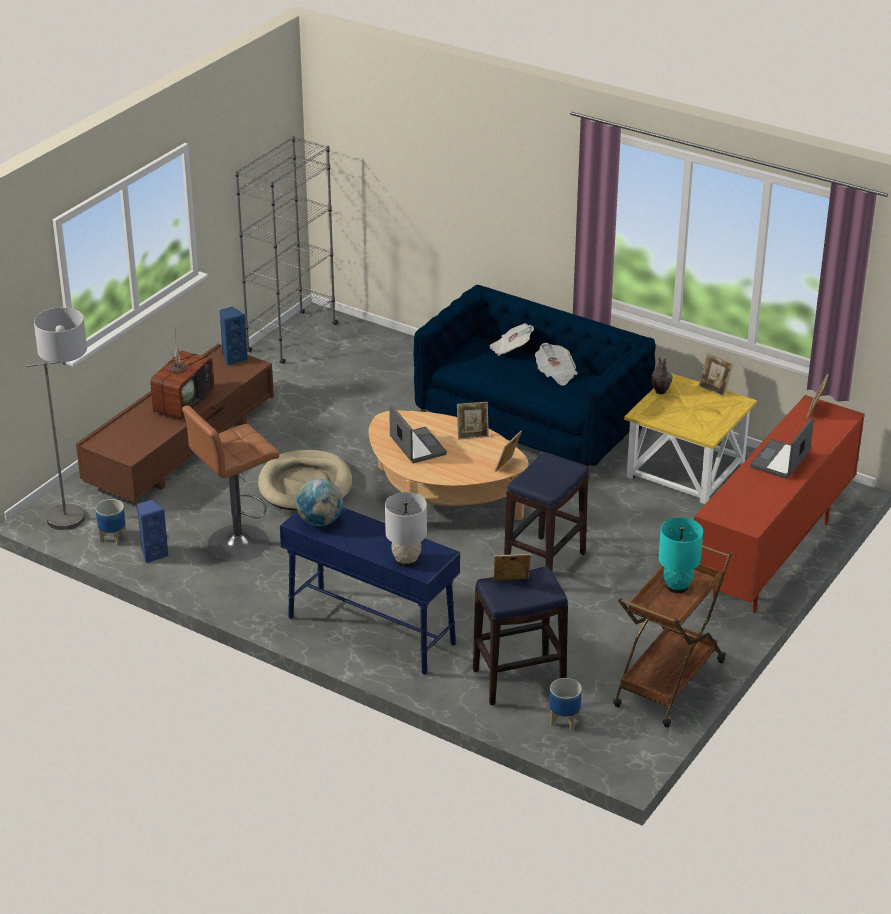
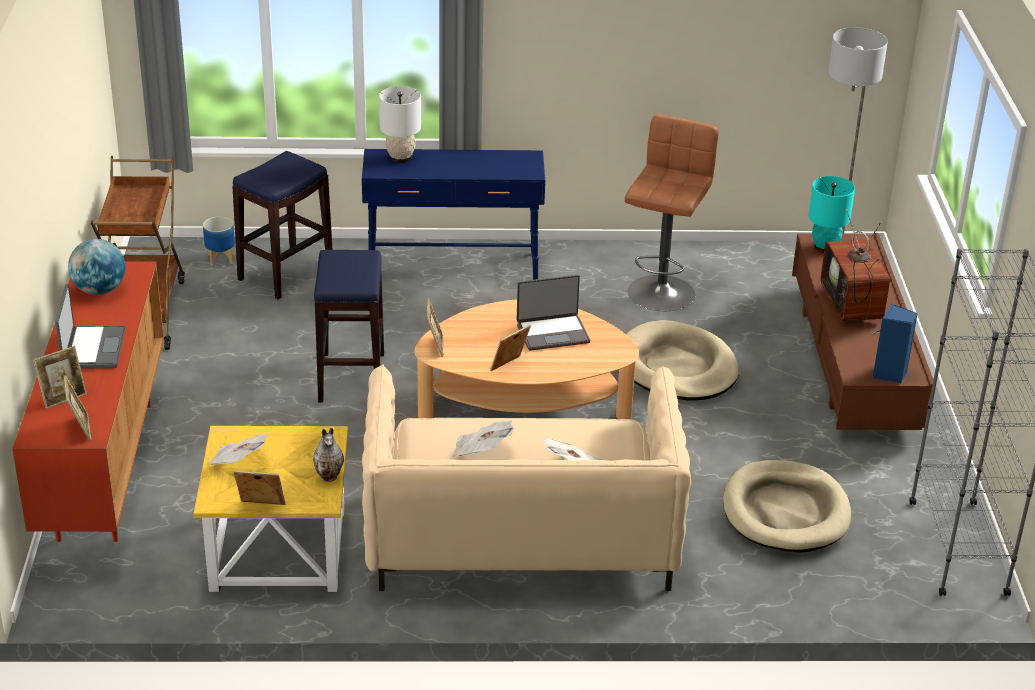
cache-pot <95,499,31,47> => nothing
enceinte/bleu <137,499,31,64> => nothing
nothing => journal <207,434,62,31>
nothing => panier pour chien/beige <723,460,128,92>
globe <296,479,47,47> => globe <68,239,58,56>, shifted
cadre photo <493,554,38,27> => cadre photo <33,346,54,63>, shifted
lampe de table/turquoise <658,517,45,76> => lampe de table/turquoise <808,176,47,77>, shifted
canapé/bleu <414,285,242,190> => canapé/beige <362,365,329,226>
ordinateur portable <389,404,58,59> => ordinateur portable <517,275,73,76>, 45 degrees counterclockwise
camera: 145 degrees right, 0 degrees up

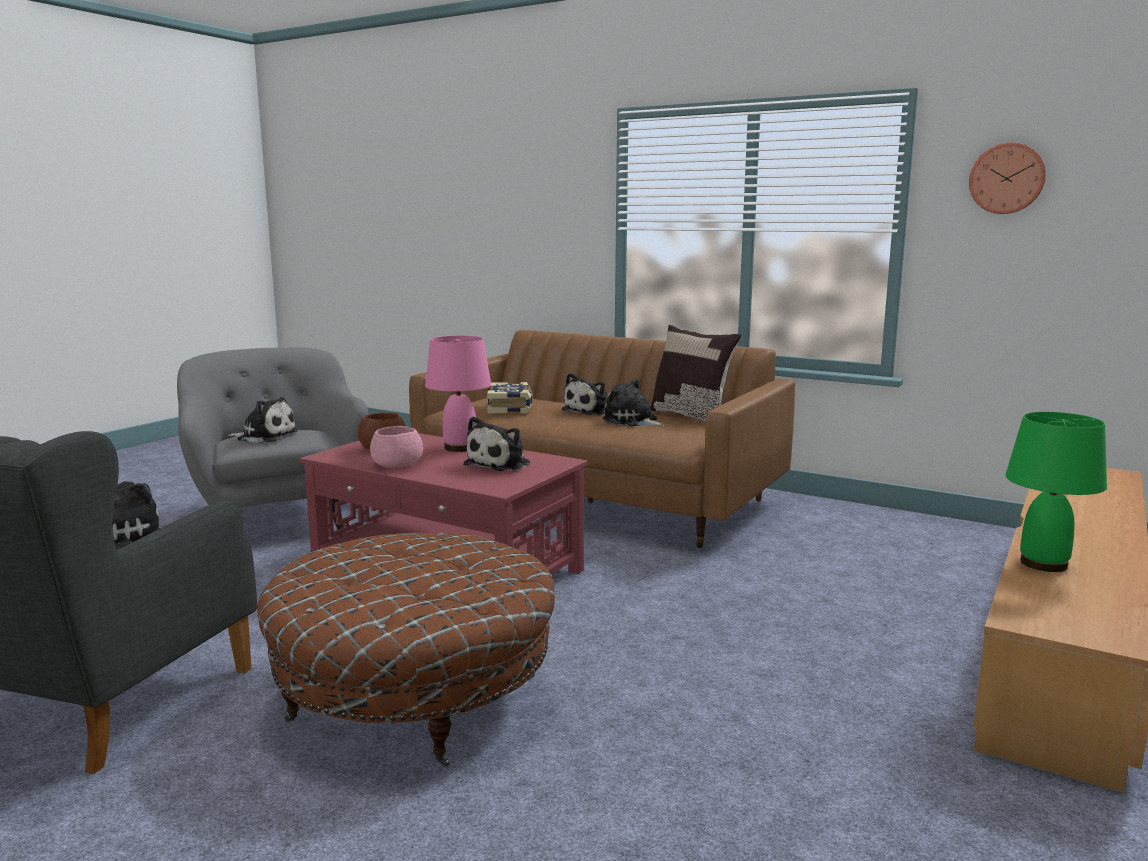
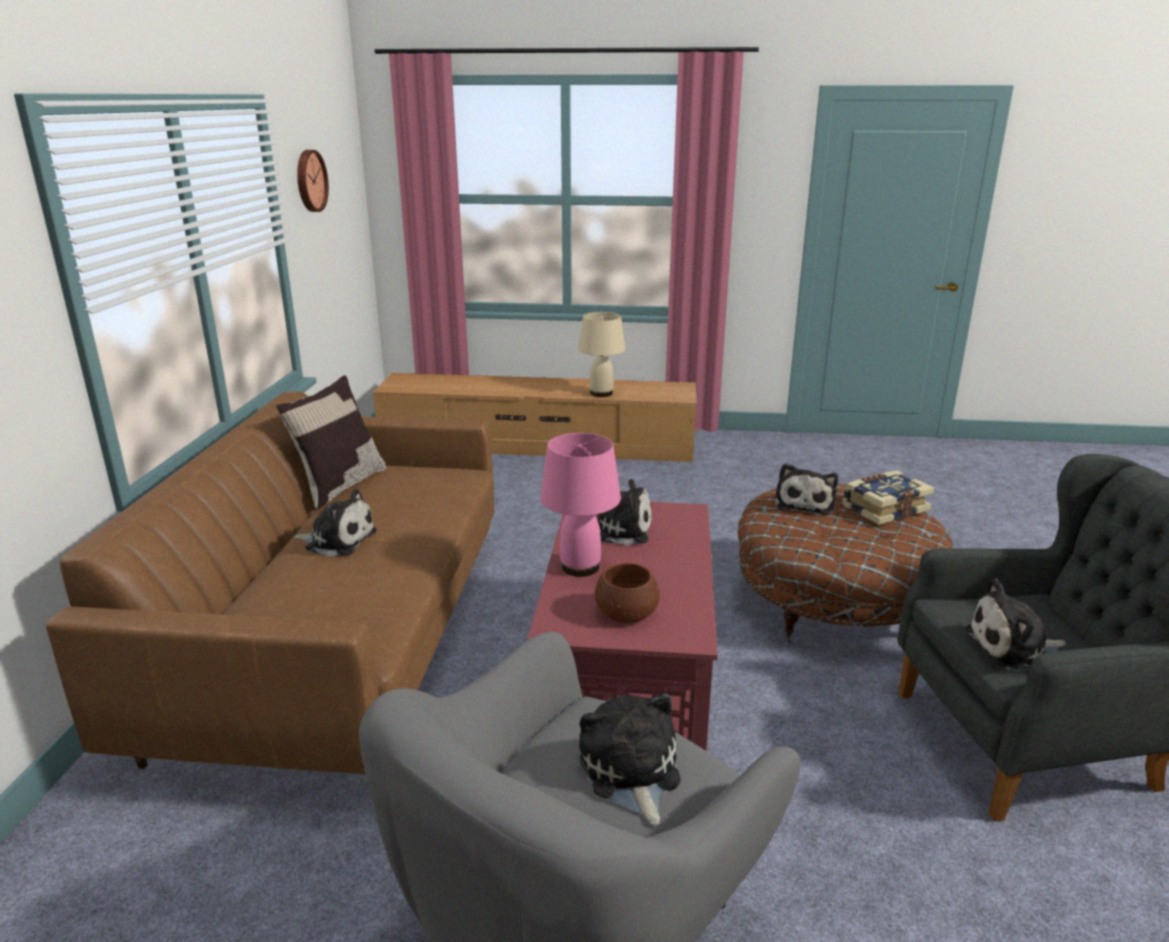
bol/rose <370,426,53,42> => nothing
livre <487,382,46,32> => livre <842,470,92,55>, shifted
peluche <602,378,64,48> => peluche <775,463,63,52>, shifted
lampe de table/vert <1005,412,102,160> => lampe de table/beige <578,312,47,85>
camera: 115 degrees left, 10 degrees up

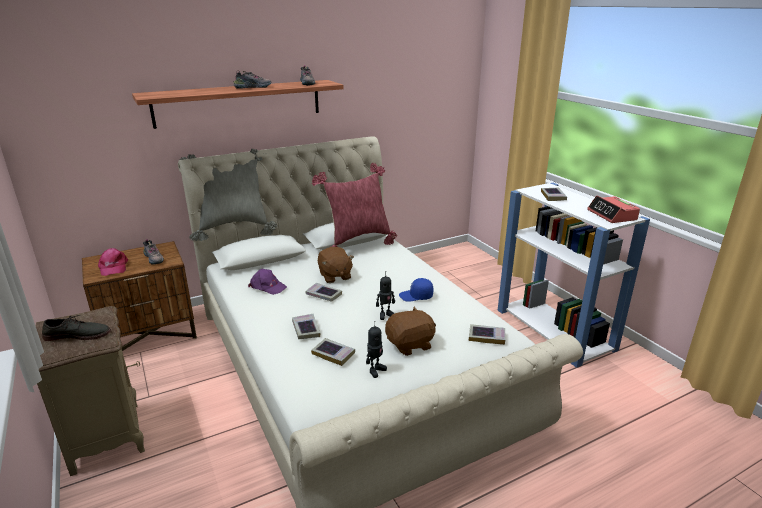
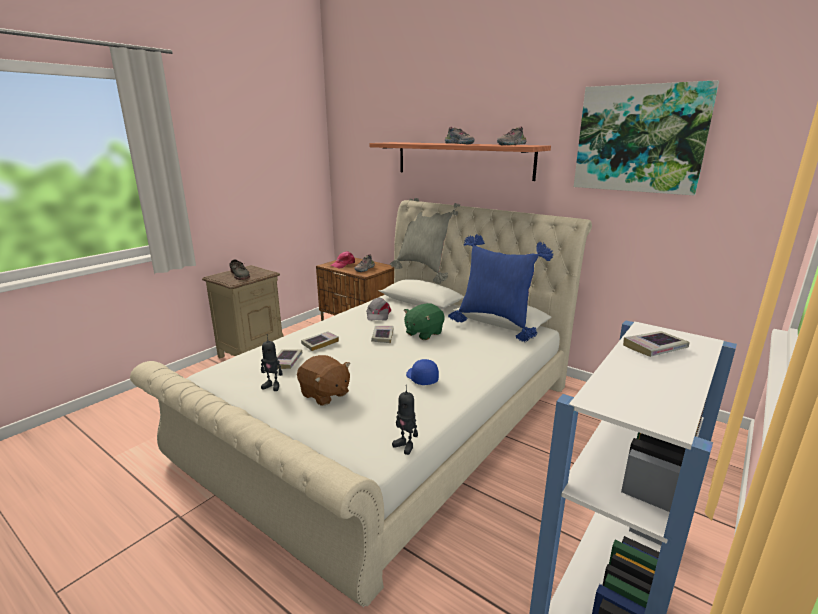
livre <469,324,37,21> => nothing
réveil <587,195,53,28> => nothing
nothing => tableau <574,80,145,115>
robot jouet <376,271,19,49> => robot jouet <392,385,26,70>, shifted
casquette/violet <248,269,39,26> => casquette/gris <366,298,26,23>
coussin/rouge <312,163,86,84> => coussin/bleu <448,235,105,108>
peluche/marron <318,247,36,36> => peluche/vert <404,303,41,37>
camera: 65 degrees right, 5 degrees down

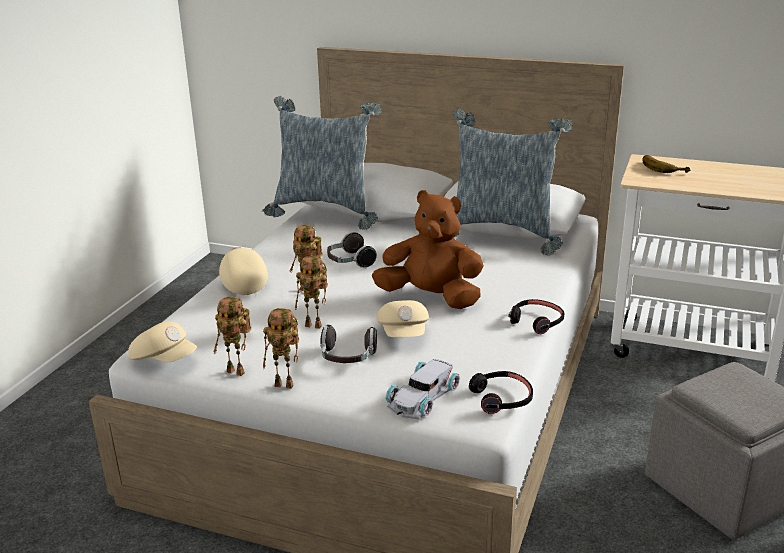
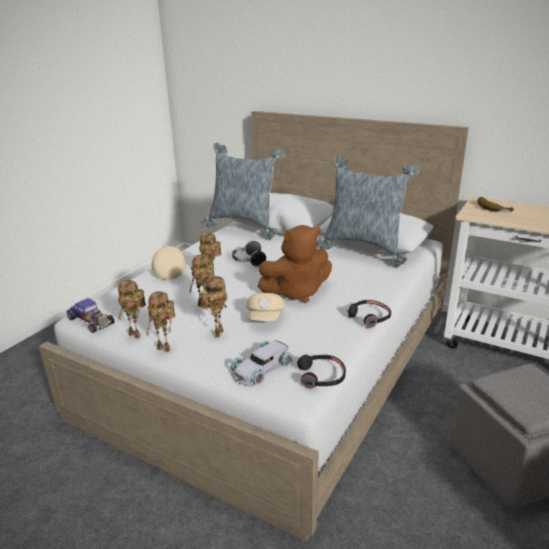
casquette/beige <128,321,69,41> => petite voiture <67,298,48,35>
casque audio <320,325,57,38> => robot jouet <200,276,27,62>
peluche/marron <372,190,112,119> => peluche/marron <258,225,74,78>, 135 degrees clockwise
camera: 10 degrees right, 0 degrees up

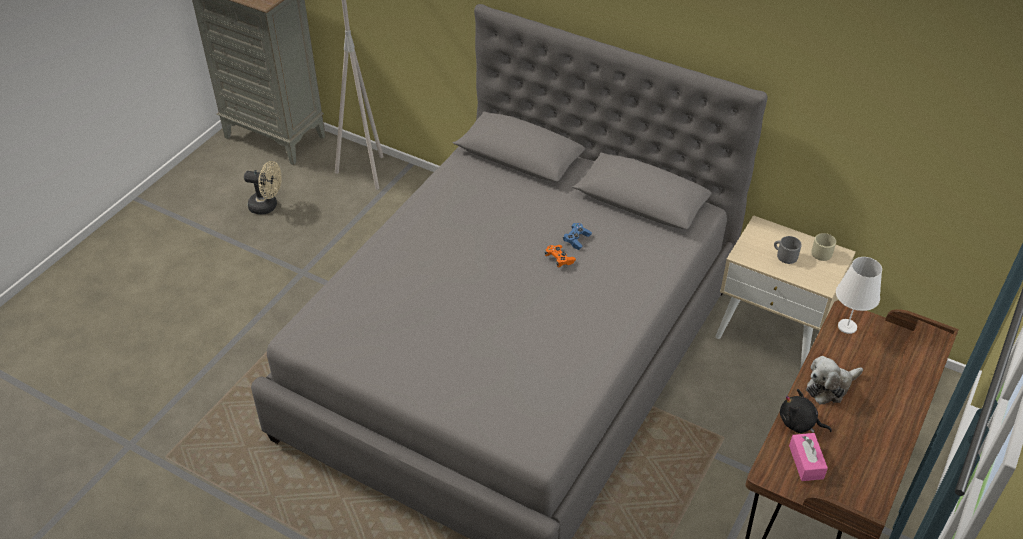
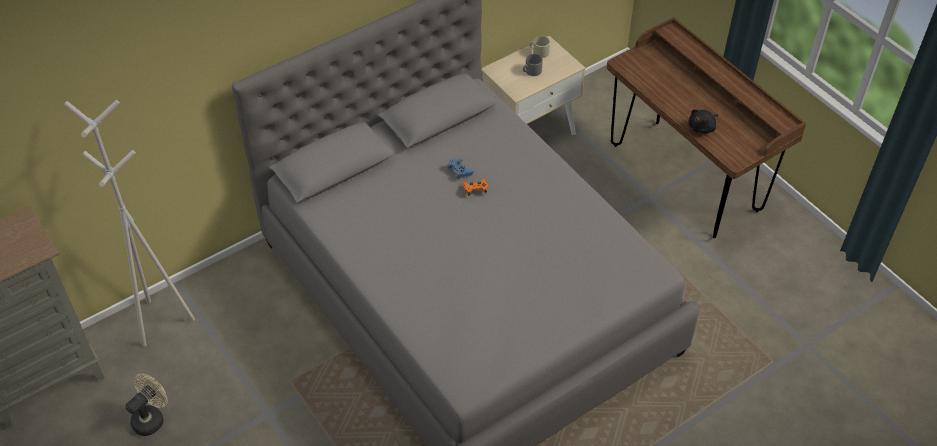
boîte à mouchoirs/rose <789,433,39,48> => nothing
peluche <806,356,57,48> => nothing
lampe de table/blanc <836,257,46,77> => nothing
camera: 65 degrees left, 5 degrees up

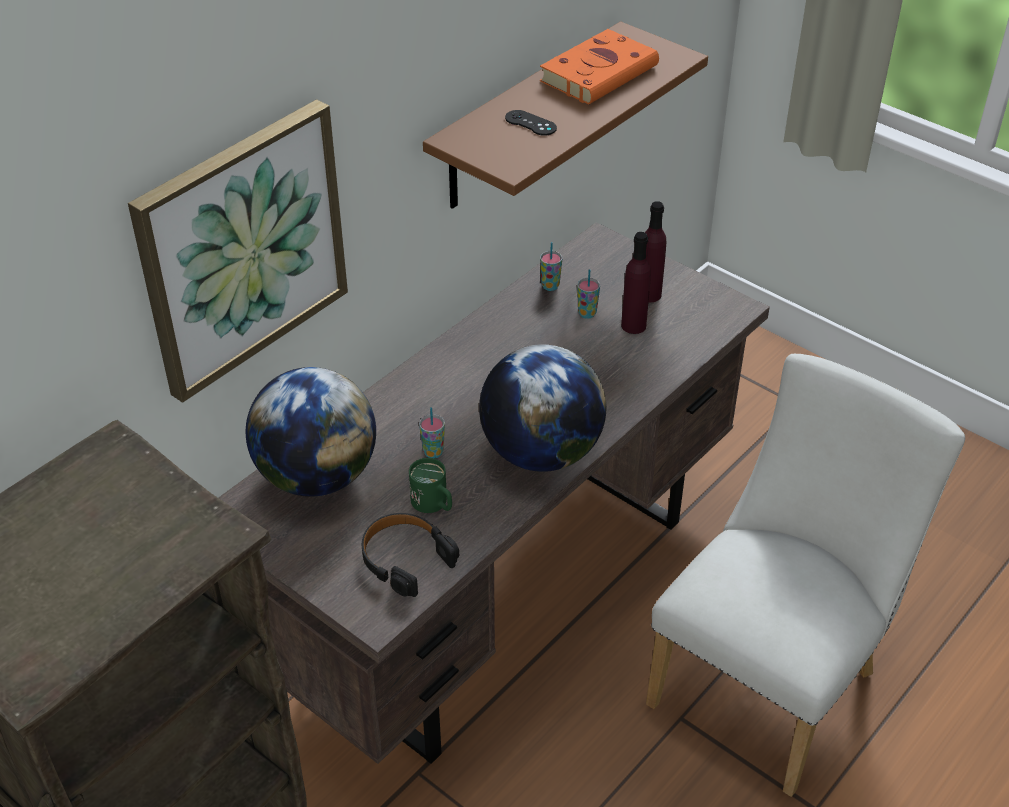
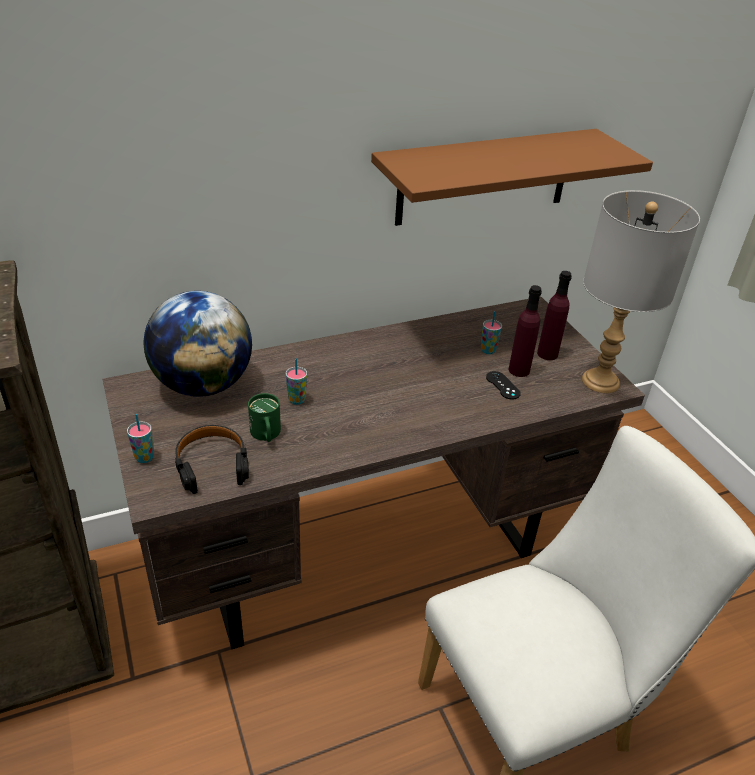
tableau <128,99,220,303> => nothing
globe <479,344,127,128> => nothing
livre/orange <540,29,119,76> => nothing
nothing => lampe de table/gris <582,190,118,203>
manette/noir <505,110,52,26> => manette/noir <486,371,35,28>, shifted
tasse <540,242,22,49> => tasse <127,414,27,49>, shifted
camera: 25 degrees right, 5 degrees down

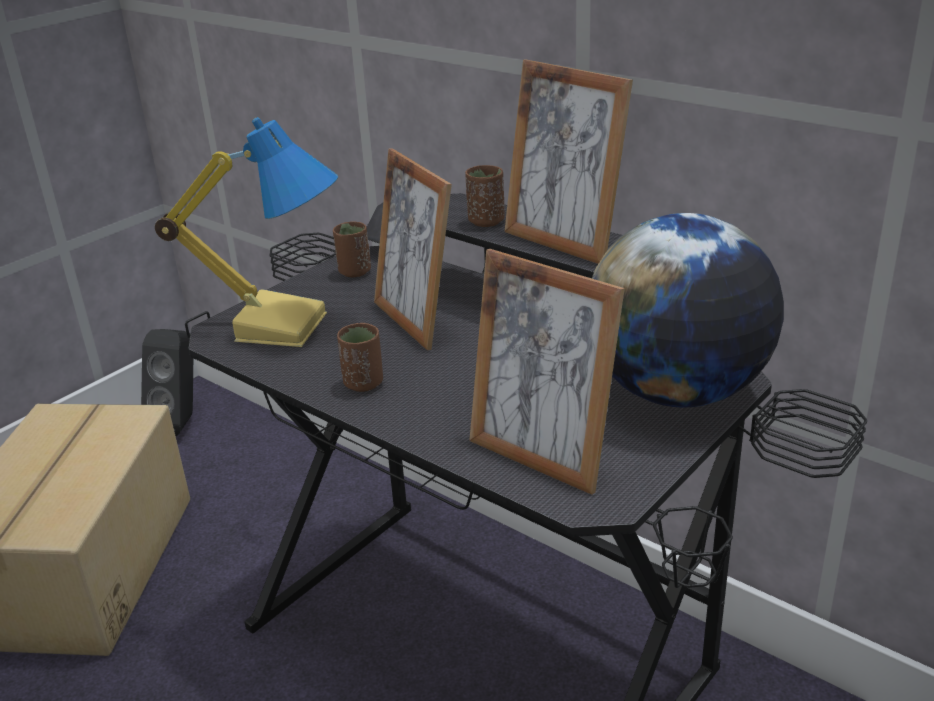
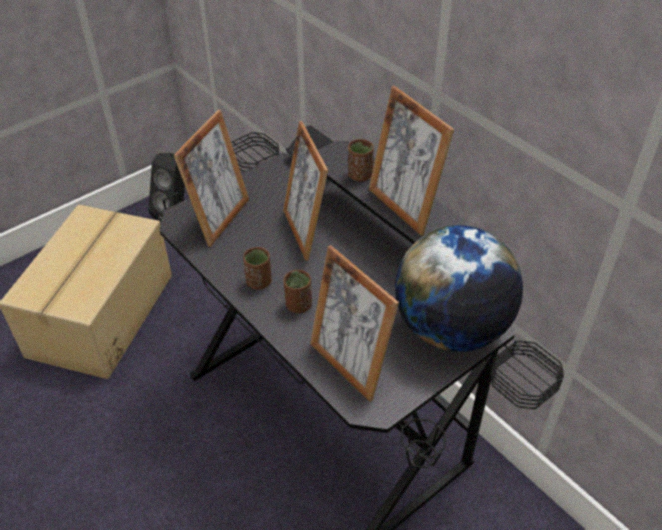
tasse/marron <333,221,38,56> => tasse/marron <284,270,28,43>, shifted
lampe de table <155,117,183,230> => cadre photo <174,110,75,137>
camera: 10 degrees right, 15 degrees up

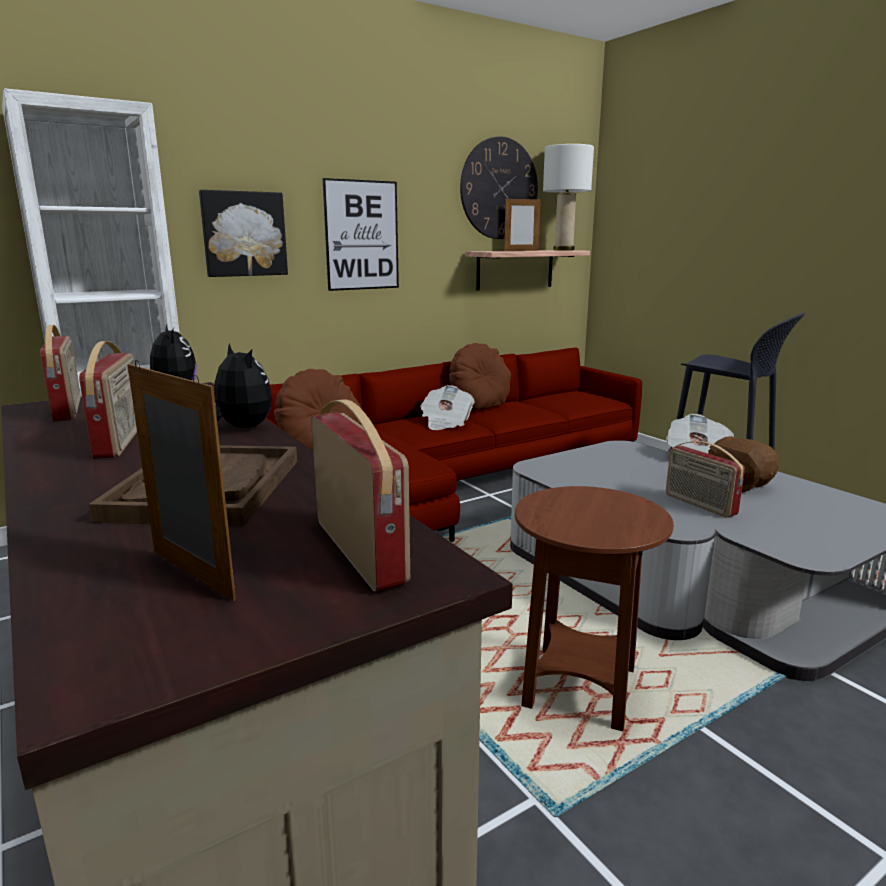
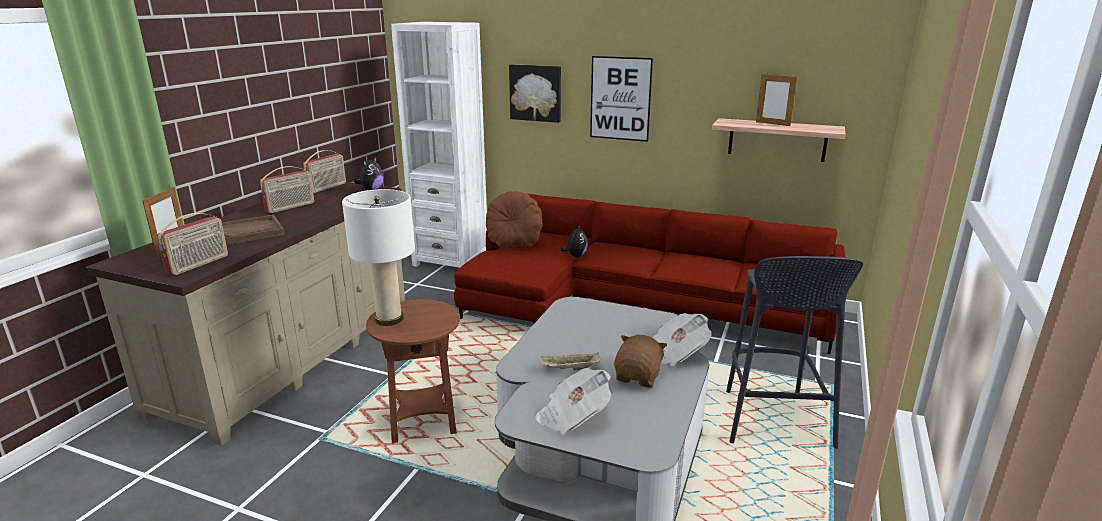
coussin/marron <449,343,62,67> => nothing
horloge murale <460,136,78,103> => nothing
peluche <214,343,58,85> => peluche <560,225,28,32>, shifted
journal <420,385,55,45> => journal <535,368,76,67>, shifted
lampe de table/blanc <543,144,51,106> => lampe de table/blanc <342,189,73,137>, shifted
radio <666,441,79,77> => plateau/beige <541,352,60,18>
camera: 55 degrees right, 5 degrees up

